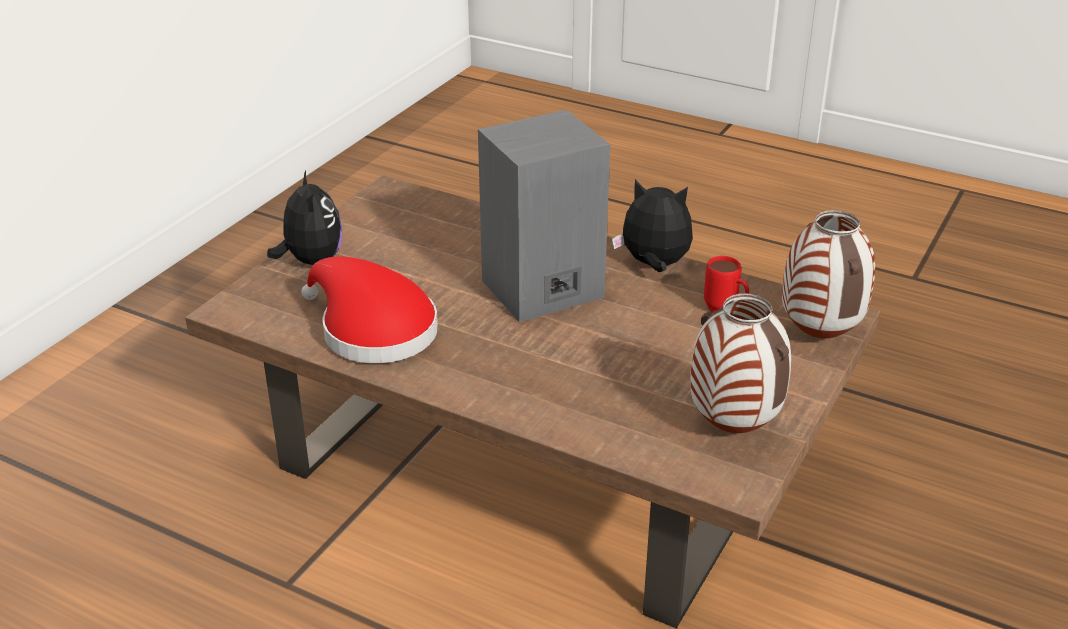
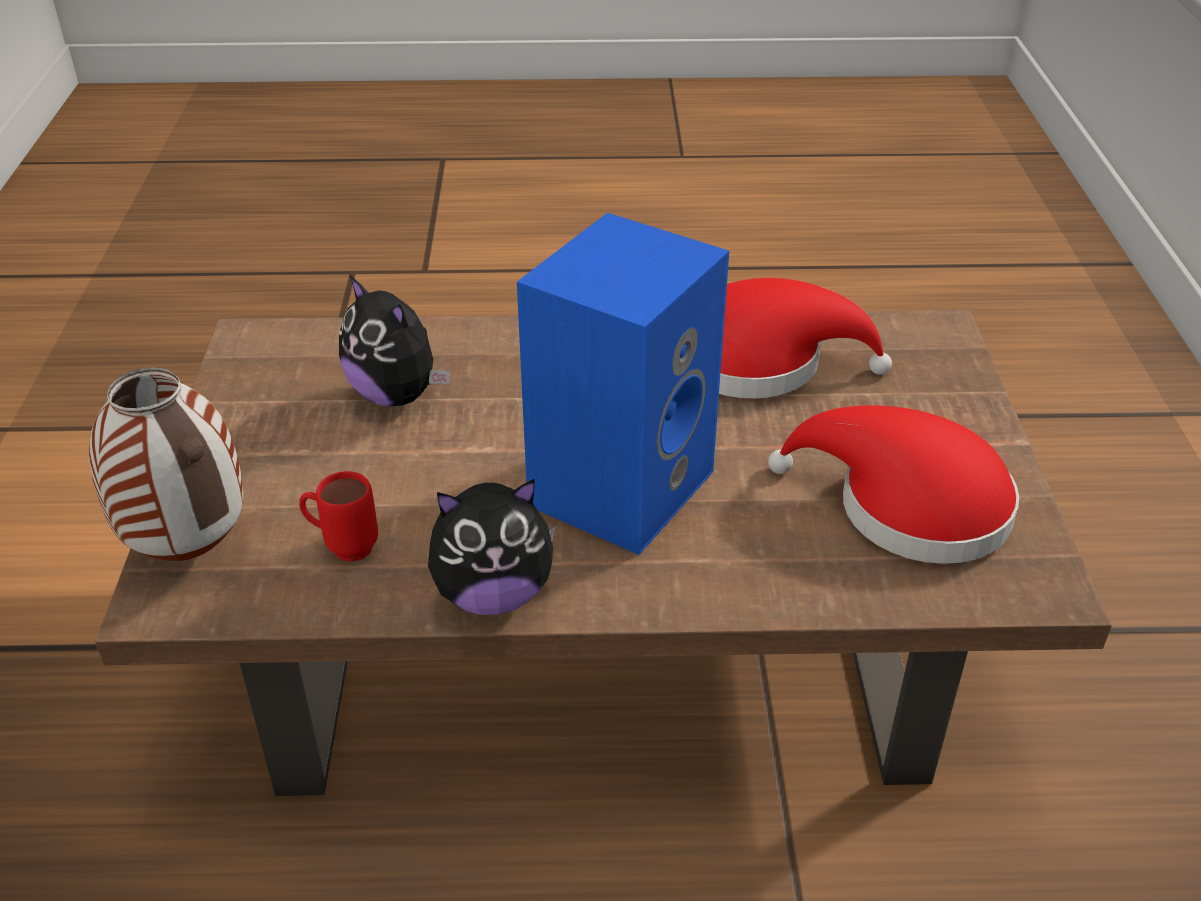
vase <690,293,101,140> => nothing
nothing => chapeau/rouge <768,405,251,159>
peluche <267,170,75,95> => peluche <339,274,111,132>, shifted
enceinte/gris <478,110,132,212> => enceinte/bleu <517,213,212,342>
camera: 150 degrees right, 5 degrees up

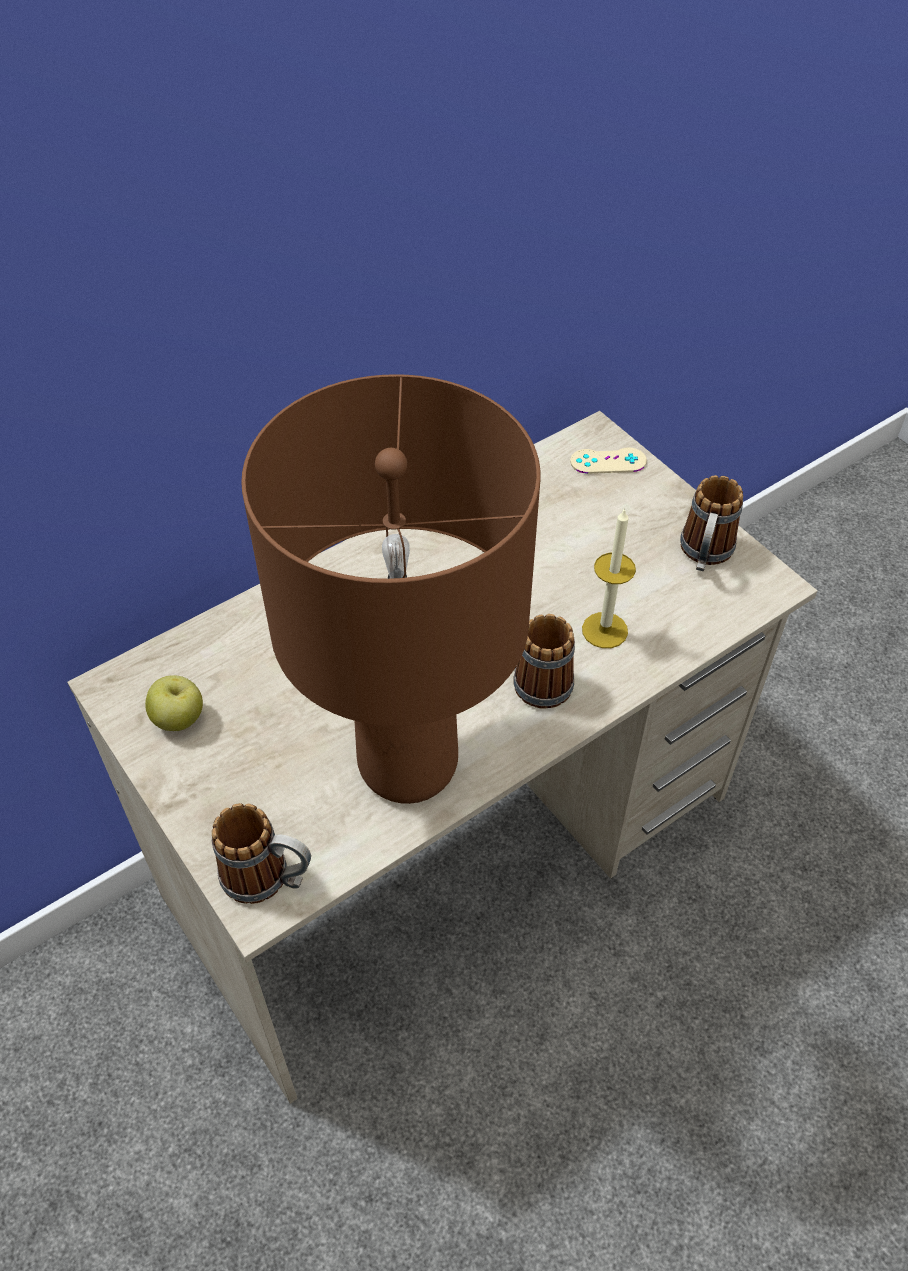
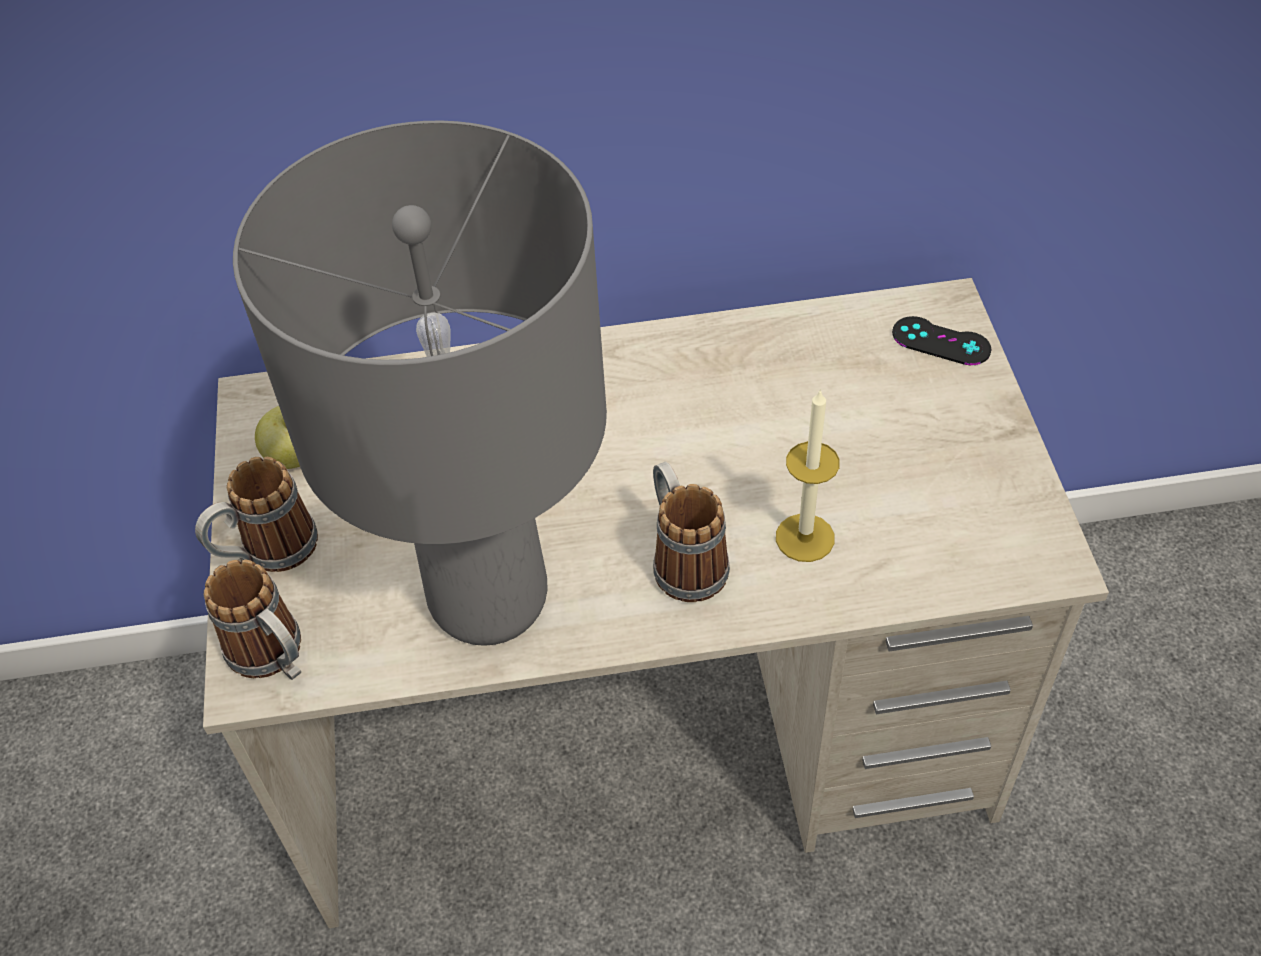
mug <680,475,63,96> => mug <195,457,123,115>, shifted
lampe de table/marron <241,374,299,430> => lampe de table/gris <233,121,374,525>
manette/beige <570,447,77,27> => manette/noir <892,316,99,49>
camera: 30 degrees right, 0 degrees up

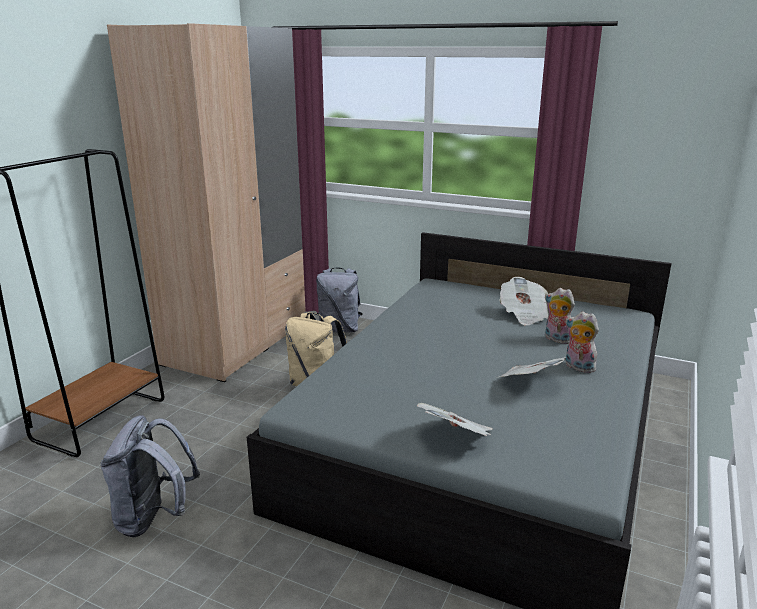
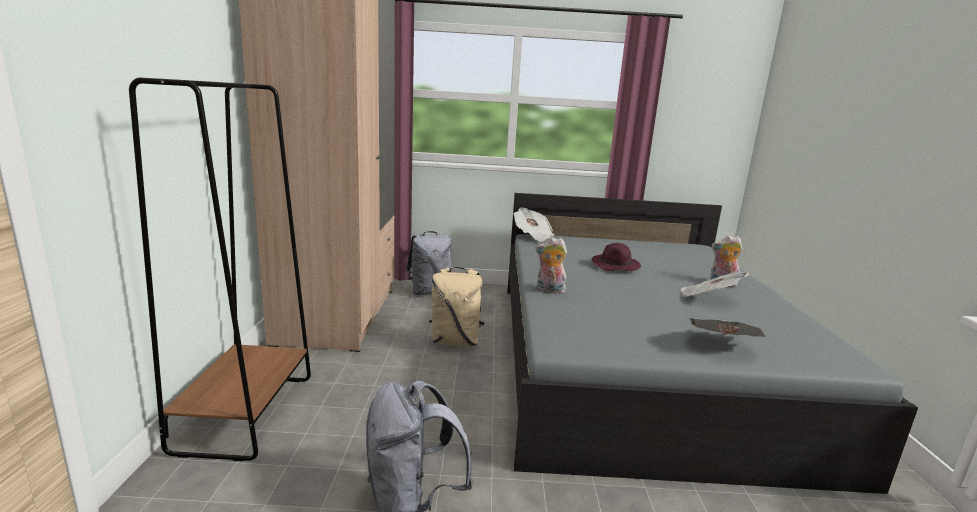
nothing => chapeau/violet <592,243,49,28>
journal <499,277,50,49> => journal <513,208,41,34>, shifted
peluche <545,288,30,56> => peluche <536,237,31,57>, shifted
camera: 25 degrees left, 5 degrees down

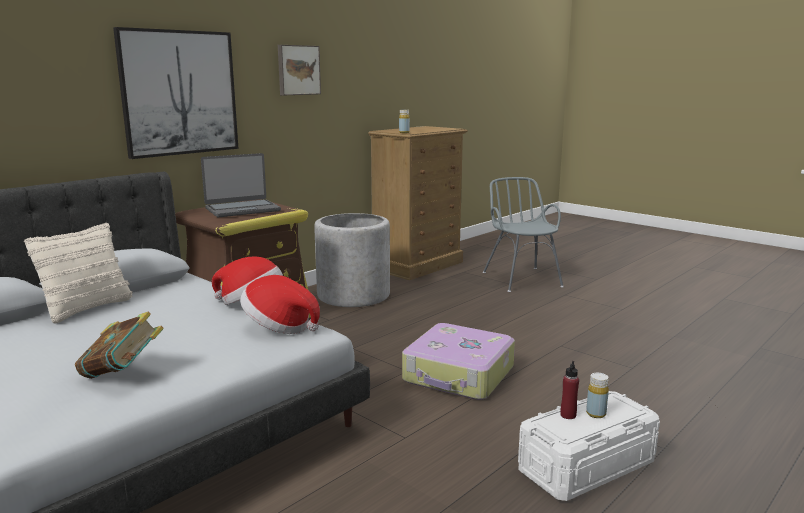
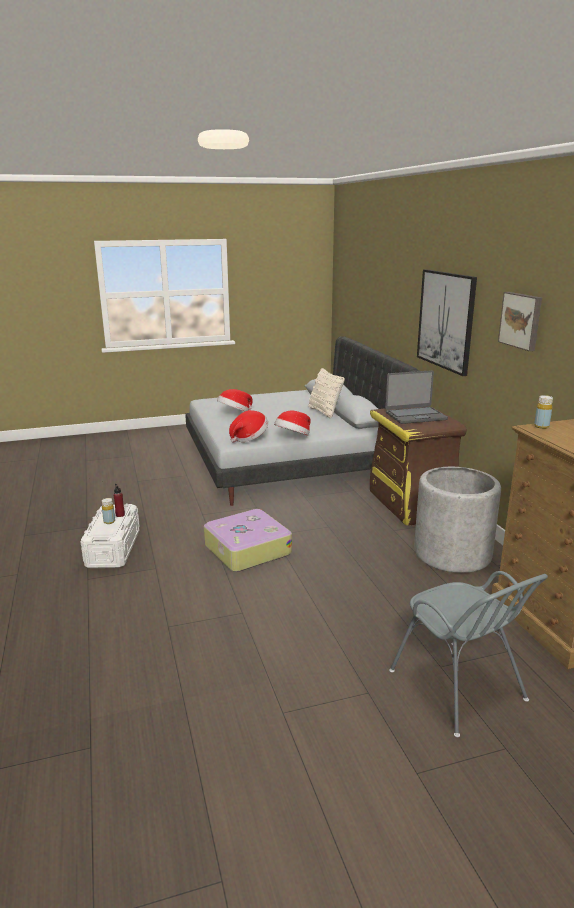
livre <75,311,89,68> => chapeau <217,389,36,22>
ordinateur portable <201,153,80,64> => ordinateur portable <385,370,63,54>, 105 degrees counterclockwise
chaise/gris <482,177,82,115> => chaise/gris <389,571,159,166>, 45 degrees clockwise
camera: 120 degrees right, 5 degrees up

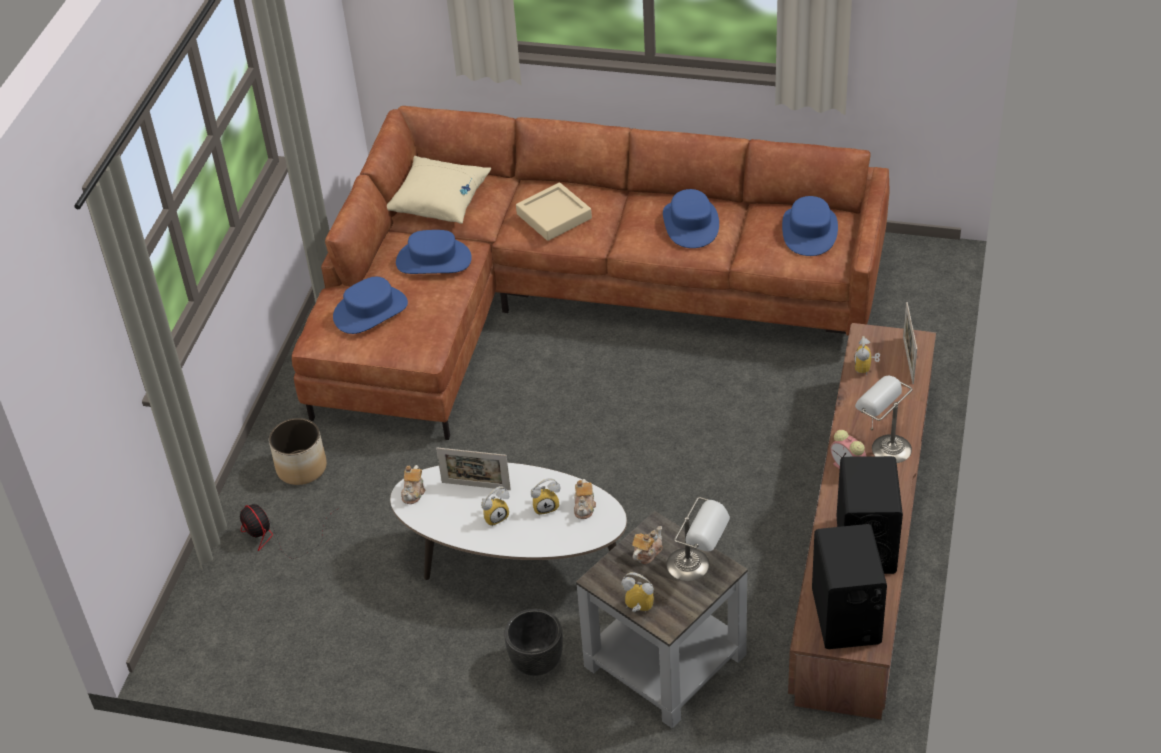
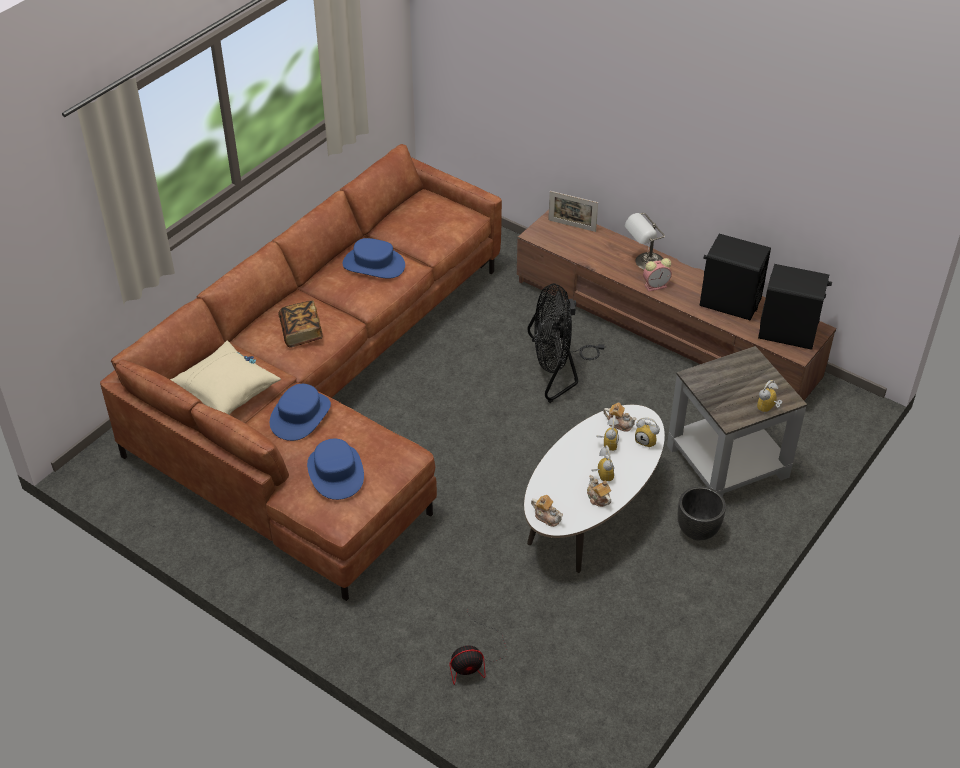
cache-pot <269,418,58,67> => nothing
cadre photo <436,447,75,43> => nothing
lampe de table/blanc <666,497,64,84> => nothing
chapeau/bleu <782,196,56,60> => nothing
nothing => ventilateur/noir <528,283,78,120>
théière <632,526,31,38> => théière <587,475,24,32>, shifted
réveil <854,336,26,39> => réveil <635,418,25,29>, shifted
plateau/beige <516,183,76,58> => livre <279,300,44,47>
camera: 70 degrees left, 0 degrees up

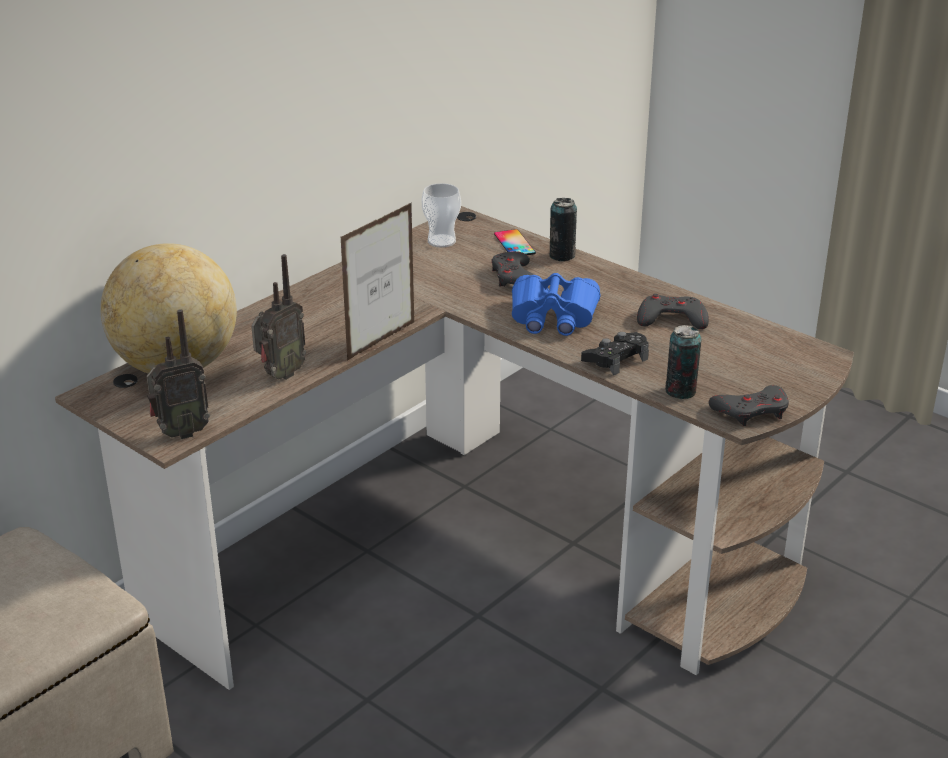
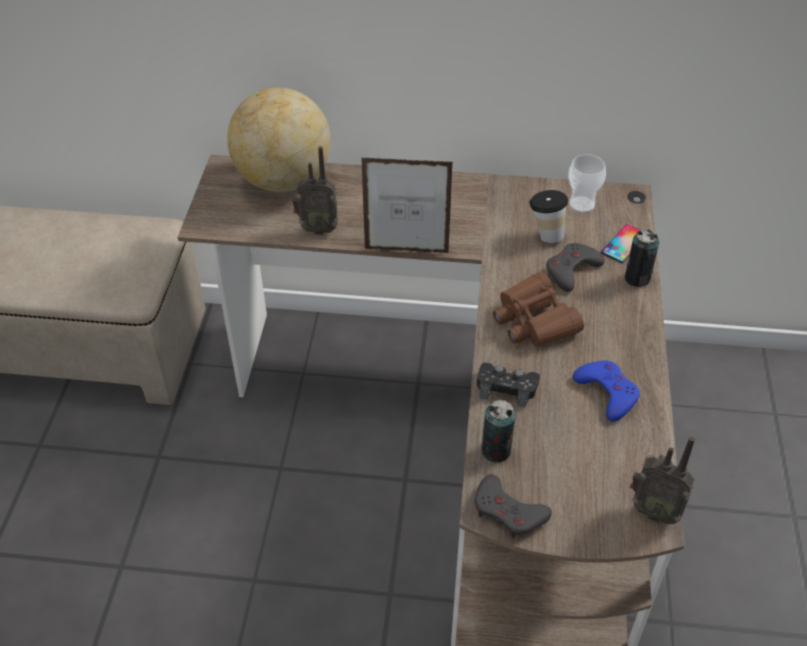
nothing => tasse <529,190,39,53>
radio <146,309,64,130> => radio <630,437,65,87>, shifted
jumelles/bleu <512,273,88,63> => jumelles/marron <493,272,91,75>
manette/gris <637,294,72,35> => manette/bleu <572,361,68,61>
camera: 55 degrees right, 15 degrees up

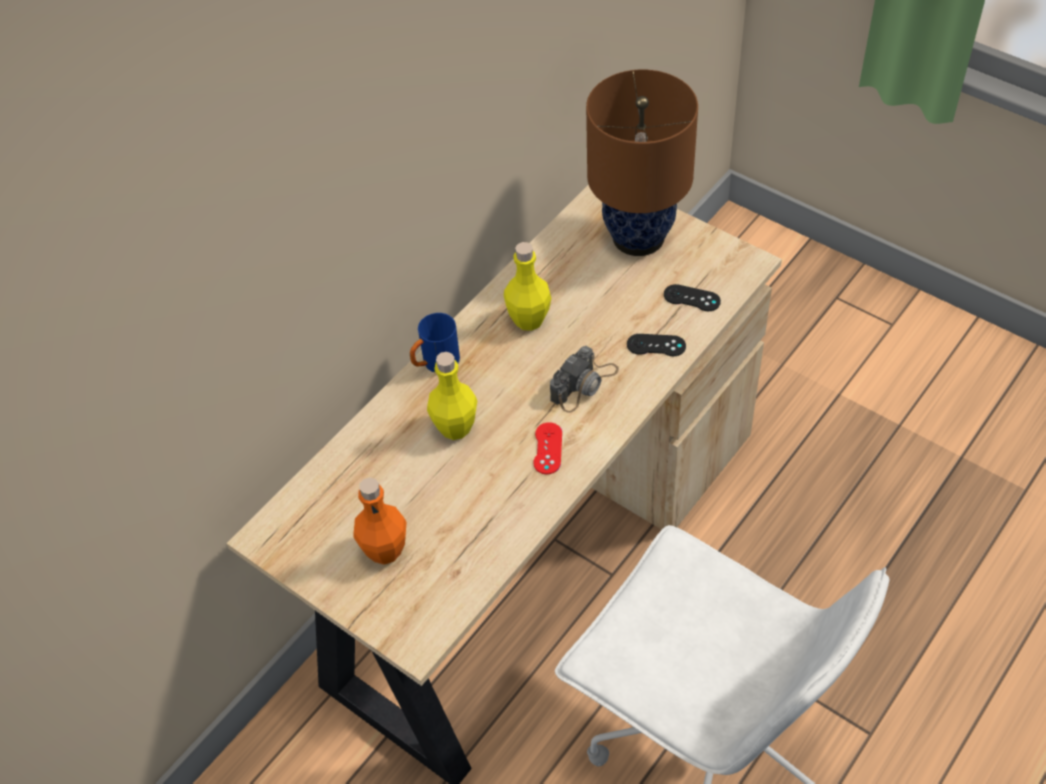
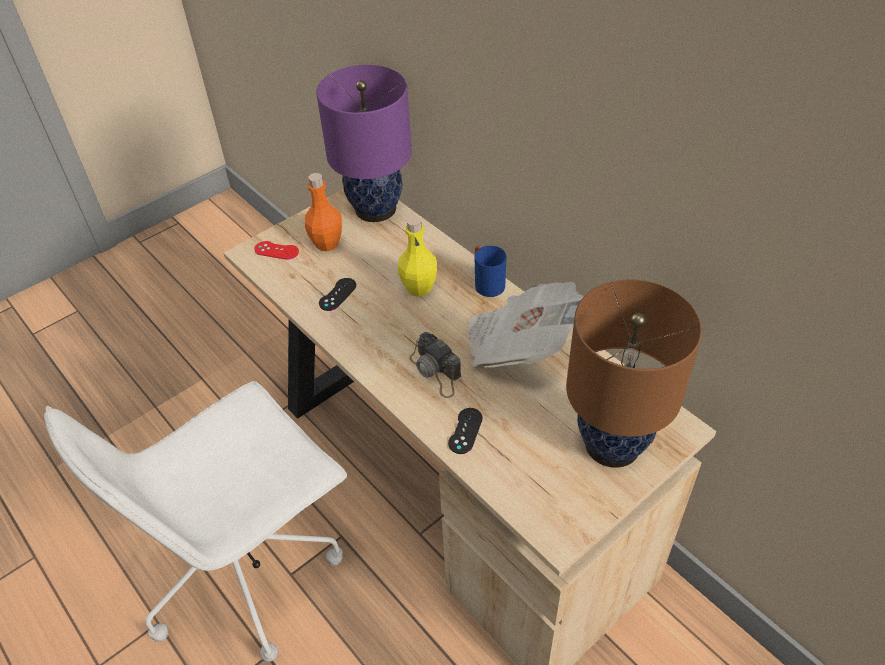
nothing => lampe de table/violet <316,65,96,157>
manette/rouge <533,422,29,52> => manette/rouge <254,241,45,18>, shifted
manette/noir <664,284,57,27> => manette/noir <319,278,38,33>, shifted
bouteille/jaune <504,242,47,89> => journal <467,282,116,86>
camera: 100 degrees right, 5 degrees down

